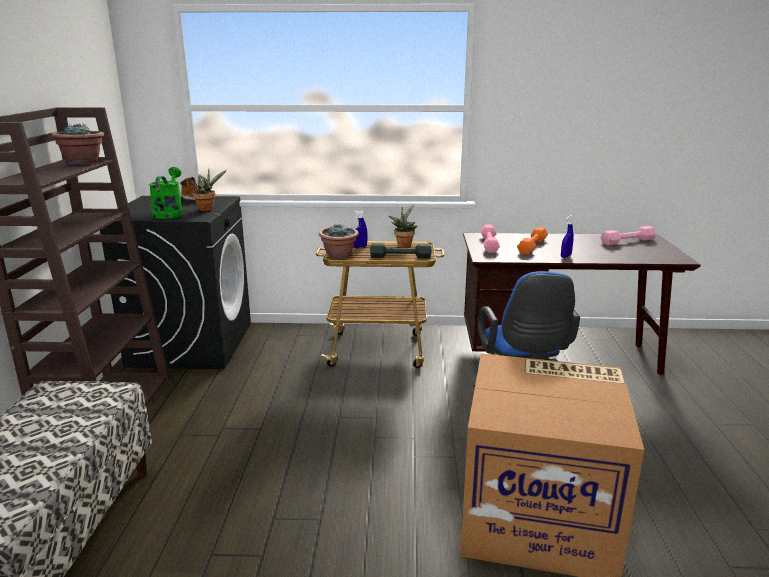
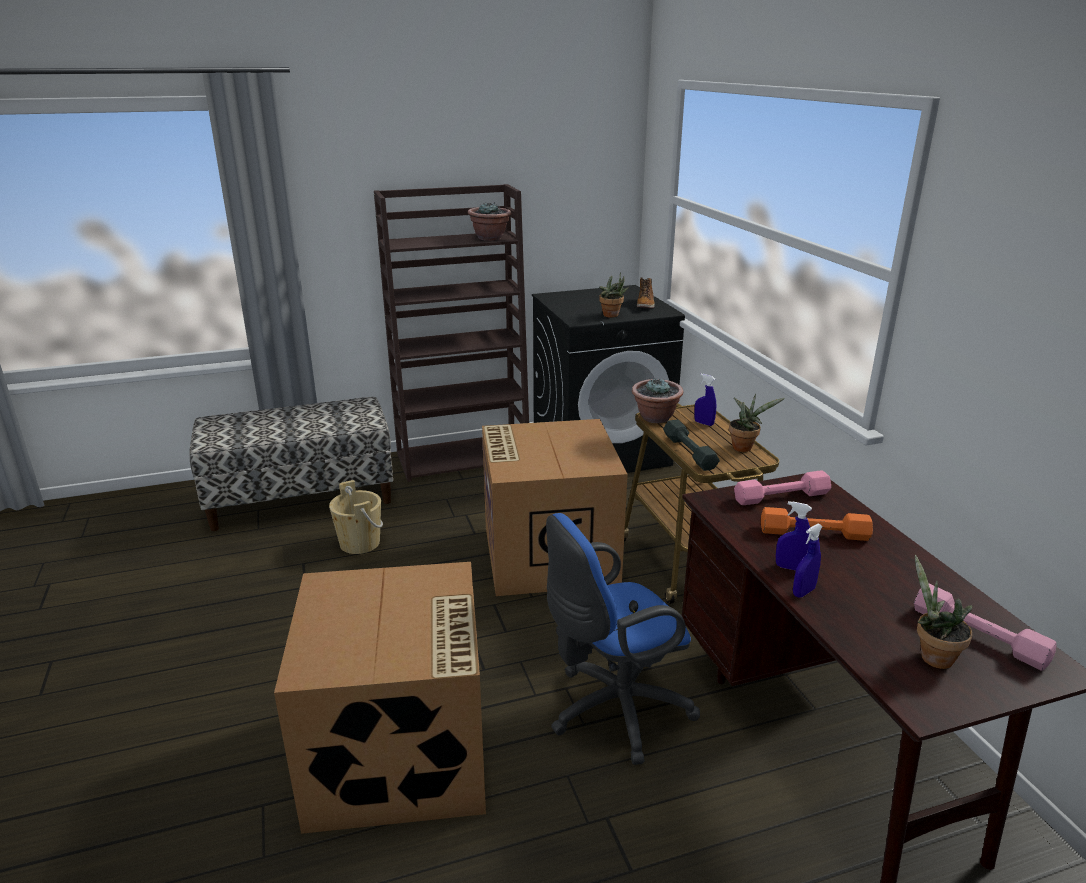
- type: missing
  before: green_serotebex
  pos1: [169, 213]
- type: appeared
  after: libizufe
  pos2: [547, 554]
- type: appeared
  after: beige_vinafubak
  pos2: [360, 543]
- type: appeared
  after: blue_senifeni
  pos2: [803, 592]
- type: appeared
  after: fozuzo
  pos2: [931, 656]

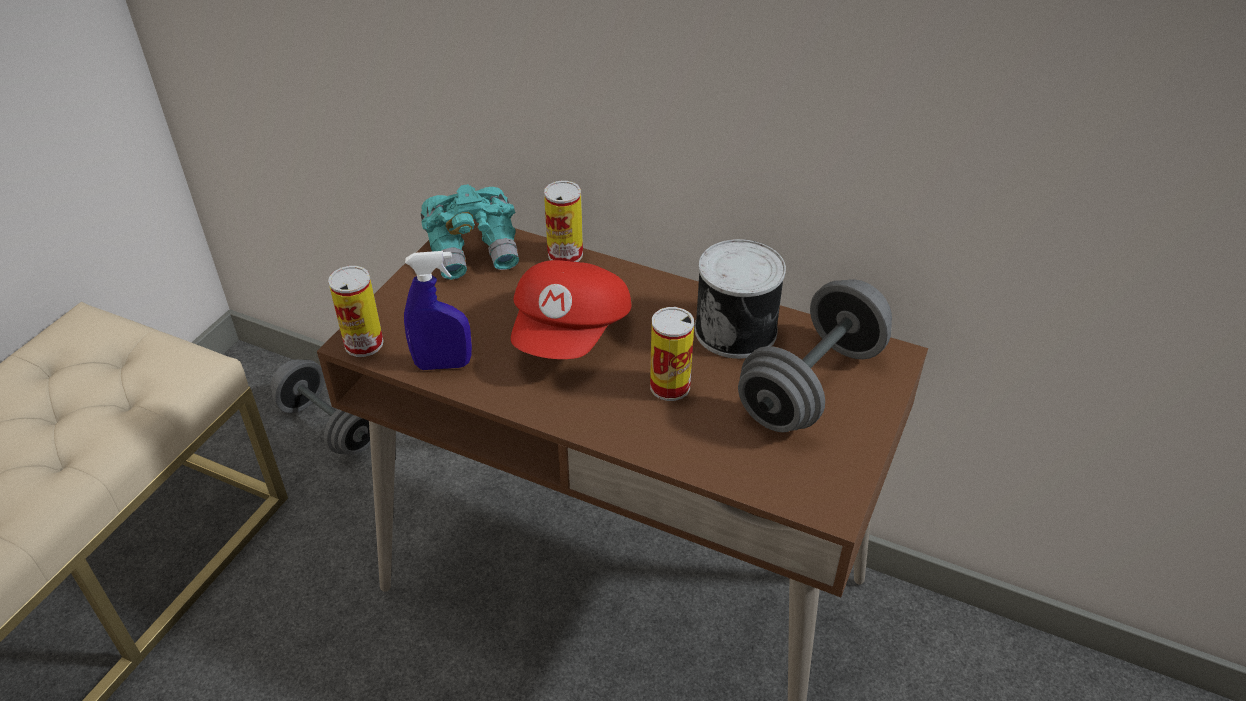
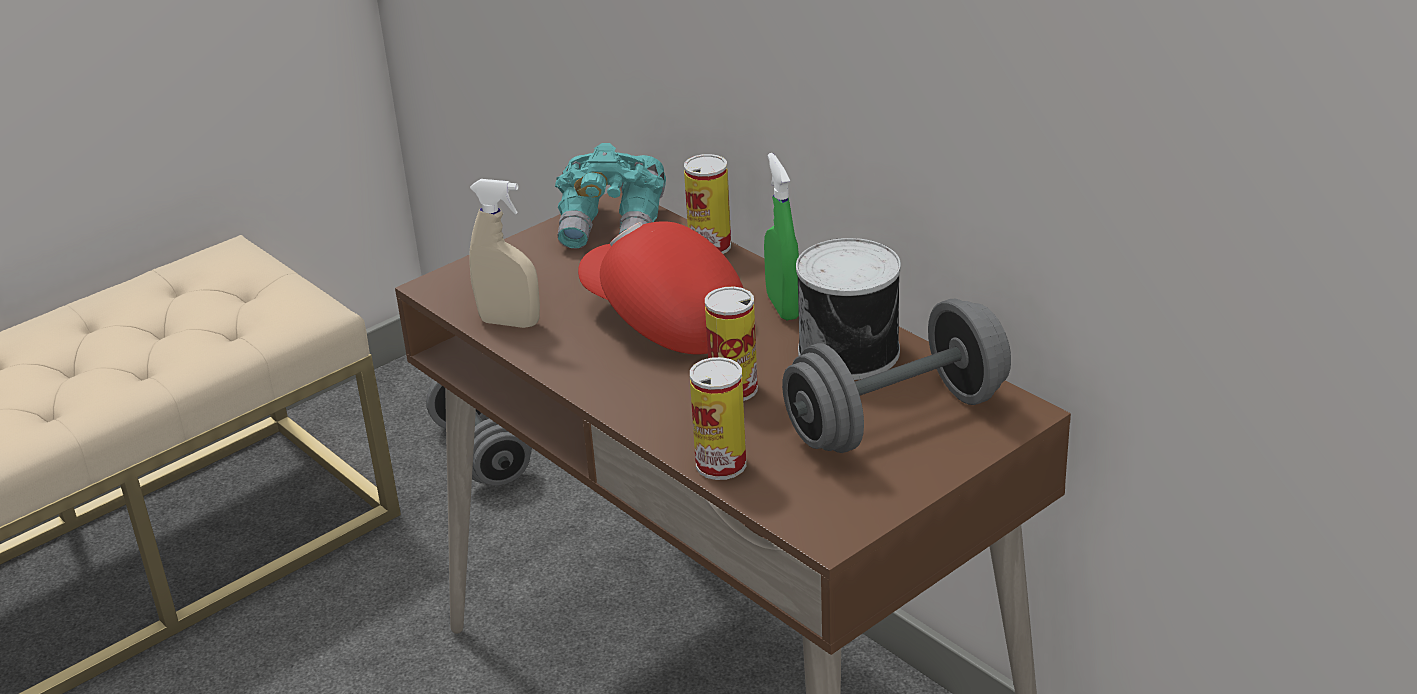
- type: colour
  before: blue_senifeni
  after: beige_senifeni
  pos1: [443, 364]
  pos2: [510, 322]
- type: spun
  before: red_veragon
  pos1: [571, 333]
  pos2: [663, 320]
  turn: 90
- type: relocated
  before: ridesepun
  pos1: [364, 343]
  pos2: [721, 464]
- type: appeared
  after: green_senifeni
  pos2: [783, 307]

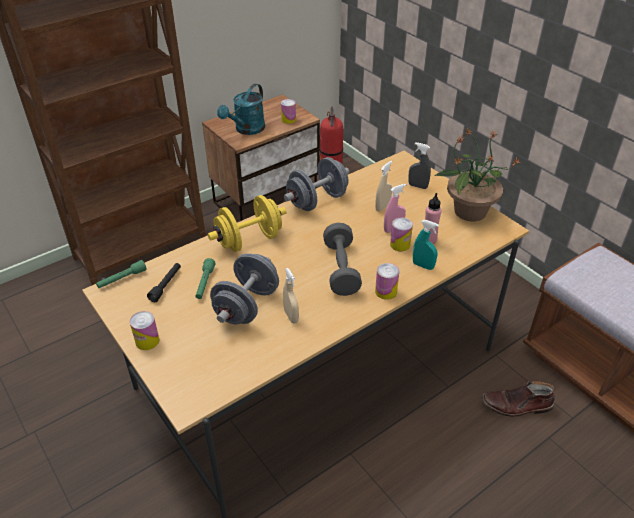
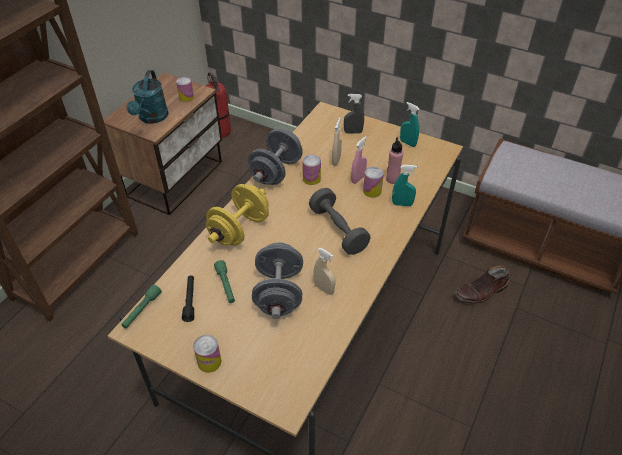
- type: exchanged
  before: fozuzo
  after: turquoise_senifeni
  pos1: [469, 211]
  pos2: [407, 143]
- type: relocated
  before: ridesepun
  pos1: [386, 291]
  pos2: [311, 178]

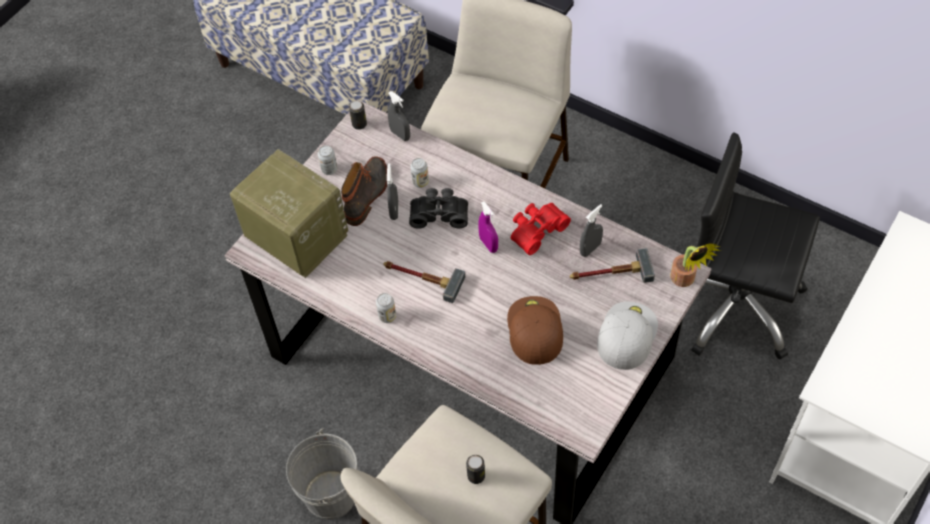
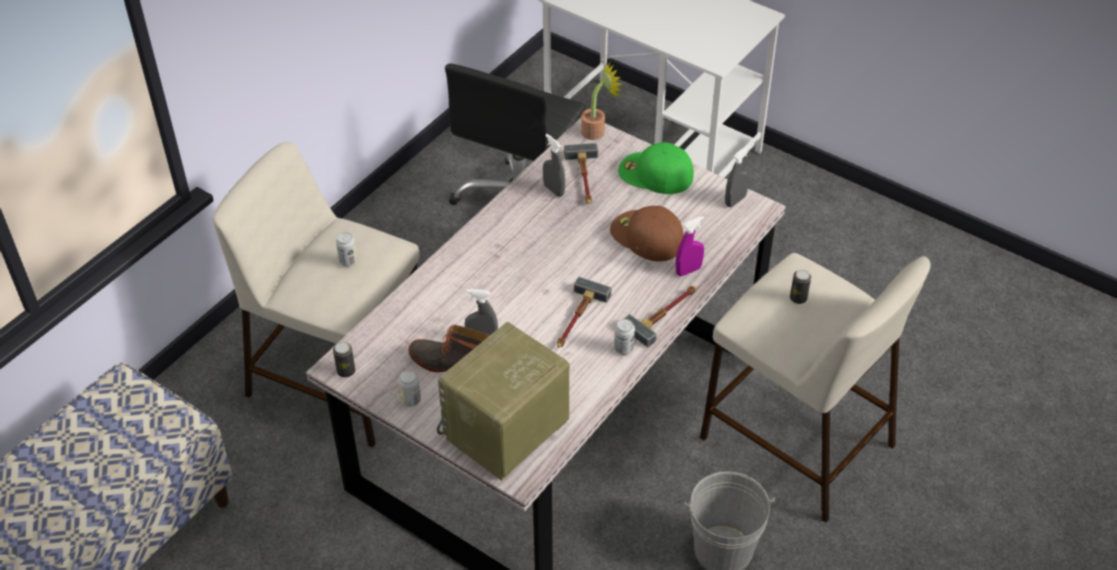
- type: relocated
  before: grey_senifeni
  pos1: [400, 135]
  pos2: [735, 201]
- type: relocated
  before: ridesepun
  pos1: [420, 182]
  pos2: [348, 261]
- type: missing
  before: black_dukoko
  pos1: [439, 213]
- type: relocated
  before: purple_senifeni
  pos1: [488, 244]
  pos2: [688, 270]
- type: missing
  before: red_dukoko
  pos1: [536, 230]
- type: spun
  before: brown_veragon
  pos1: [534, 329]
  pos2: [646, 236]
  turn: 45
- type: colour
  before: white_veragon
  after: green_veragon
  pos1: [626, 334]
  pos2: [654, 173]
- type: appeared
  after: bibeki
  pos2: [665, 314]

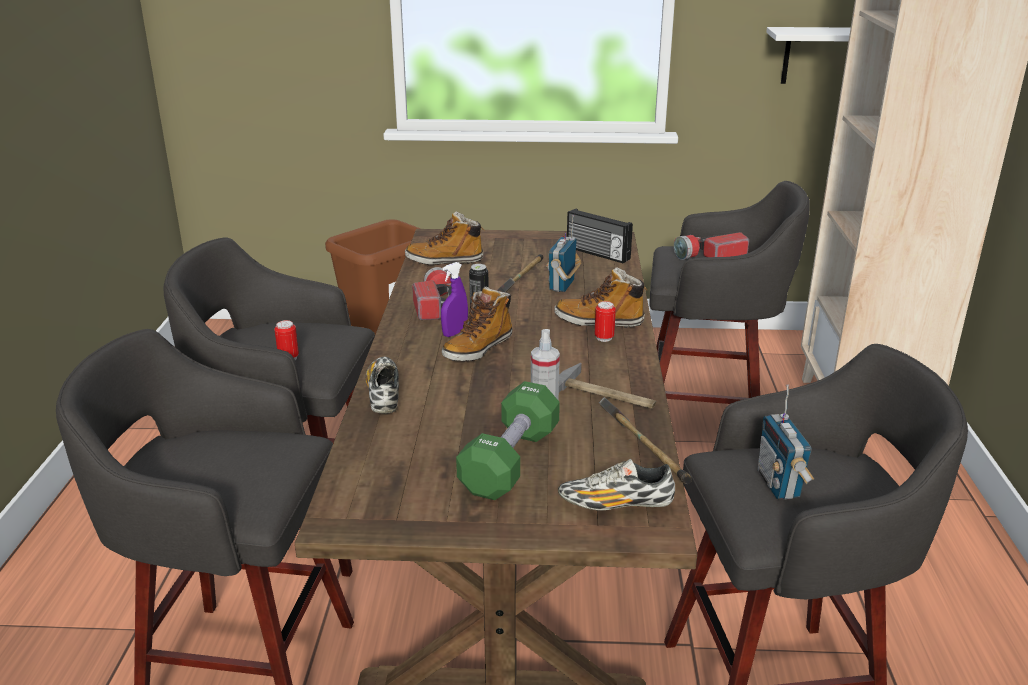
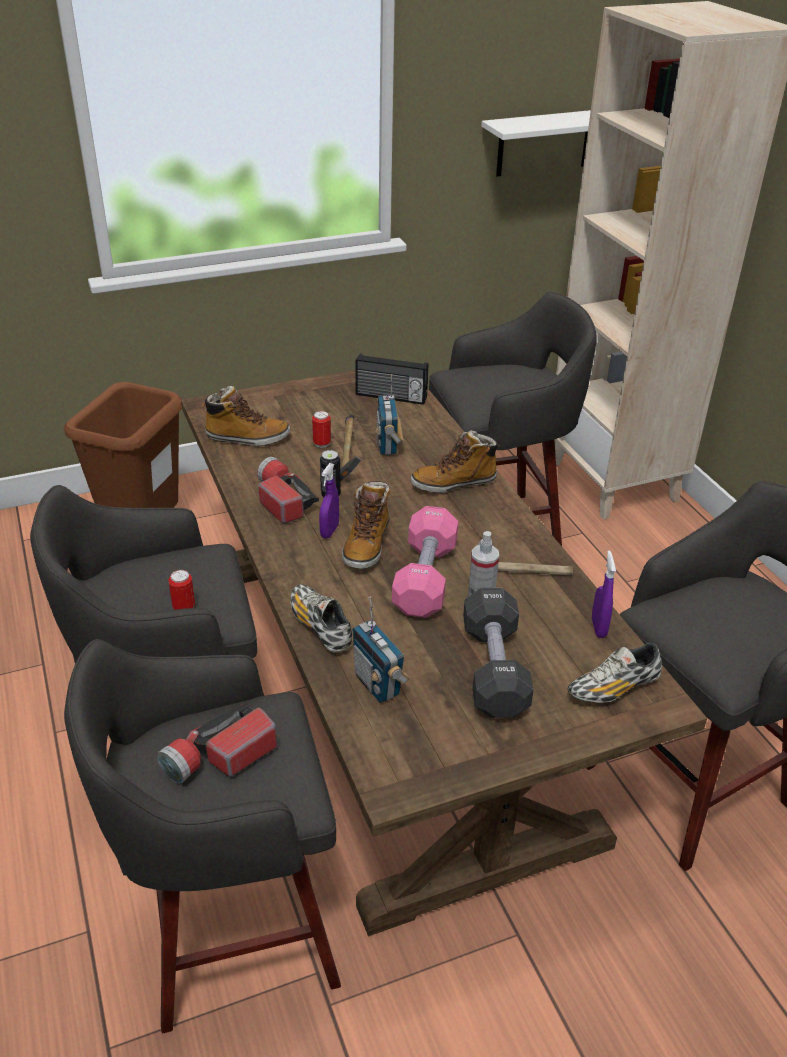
- type: spun
  before: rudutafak
  pos1: [445, 260]
  pos2: [247, 438]
  turn: -150
- type: relocated
  before: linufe
  pos1: [710, 257]
  pos2: [220, 757]
- type: relocated
  before: ridesepun
  pos1: [604, 338]
  pos2: [322, 443]
- type: colour
  before: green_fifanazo
  after: black_fifanazo
  pos1: [510, 461]
  pos2: [494, 669]
- type: relocated
  before: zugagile
  pos1: [779, 485]
  pos2: [378, 684]
- type: exchanged
  before: bibeki
  after: purple_senifeni
  pos1: [644, 454]
  pos2: [598, 627]
- type: appeared
  after: pink_fifanazo
  pos2: [425, 578]

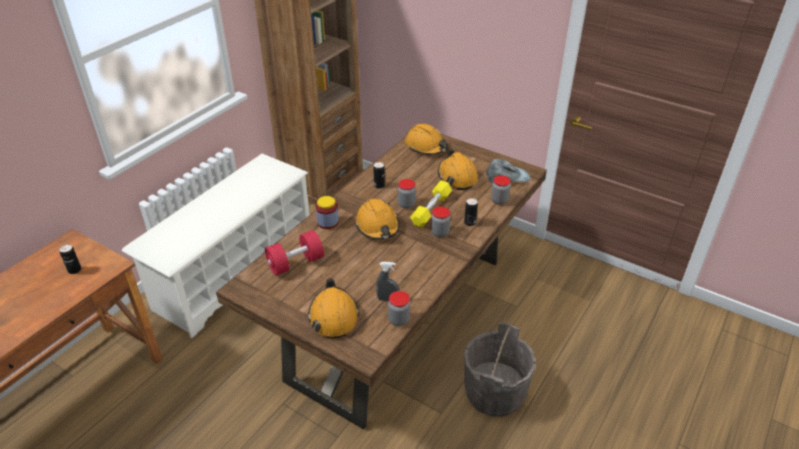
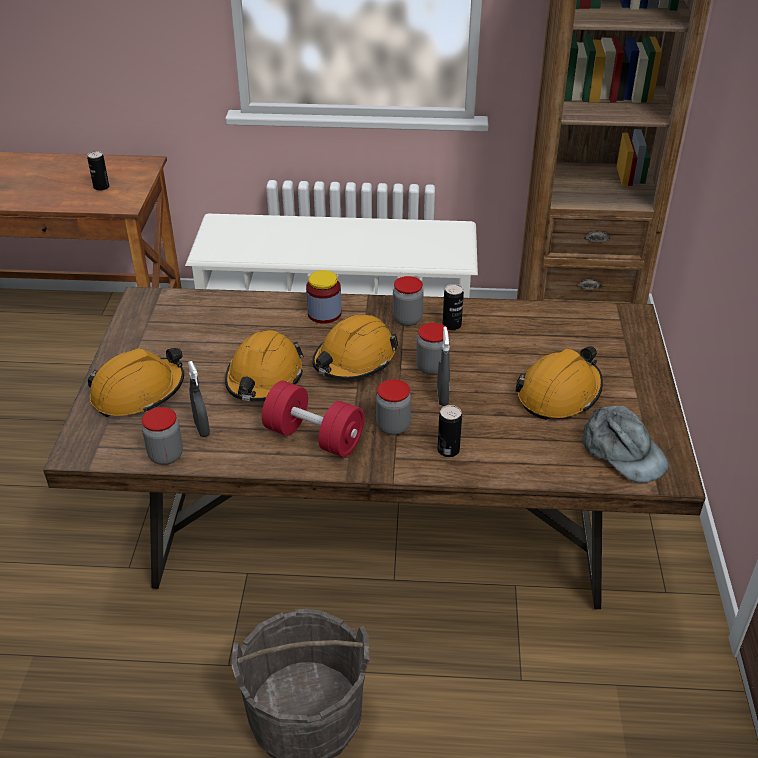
- type: relocated
  before: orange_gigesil
  pos1: [426, 146]
  pos2: [264, 378]
- type: relocated
  before: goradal
  pos1: [499, 200]
  pos2: [407, 319]
- type: exchanged
  before: yellow_fifanazo
  after: grey_senifeni
  pos1: [431, 210]
  pos2: [442, 397]
- type: relocated
  before: red_fifanazo
  pos1: [295, 263]
  pos2: [314, 437]

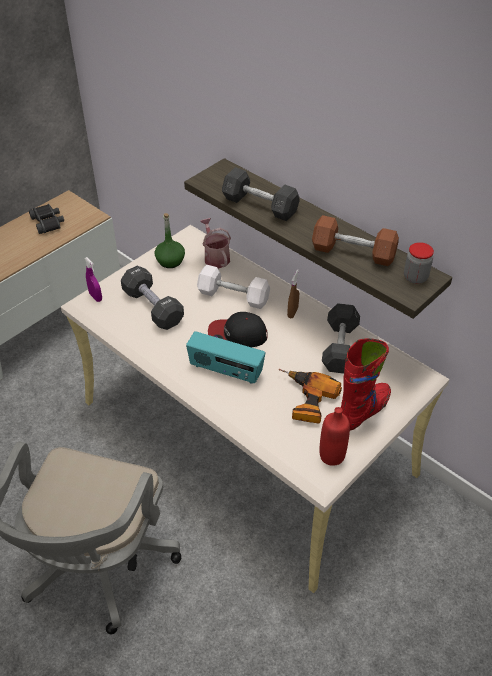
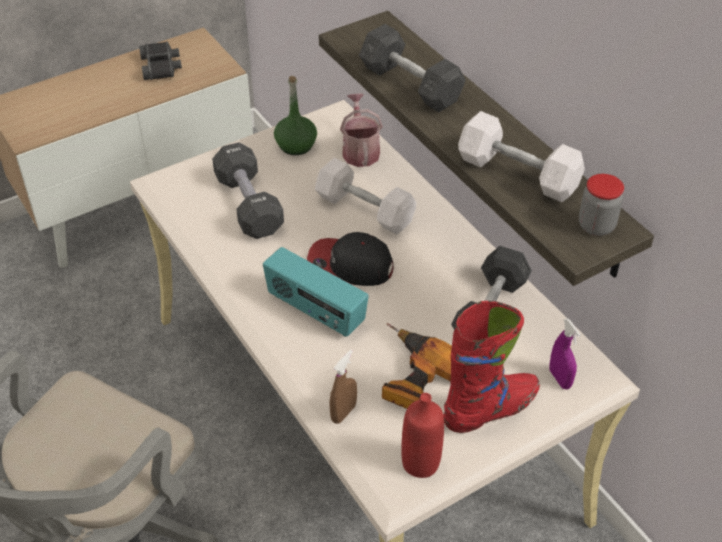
- type: colour
  before: brown_fifanazo
  after: white_fifanazo
  pos1: [353, 252]
  pos2: [518, 173]
- type: relocated
  before: purple_senifeni
  pos1: [95, 297]
  pos2: [560, 379]
- type: relocated
  before: brown_senifeni
  pos1: [292, 312]
  pos2: [343, 413]

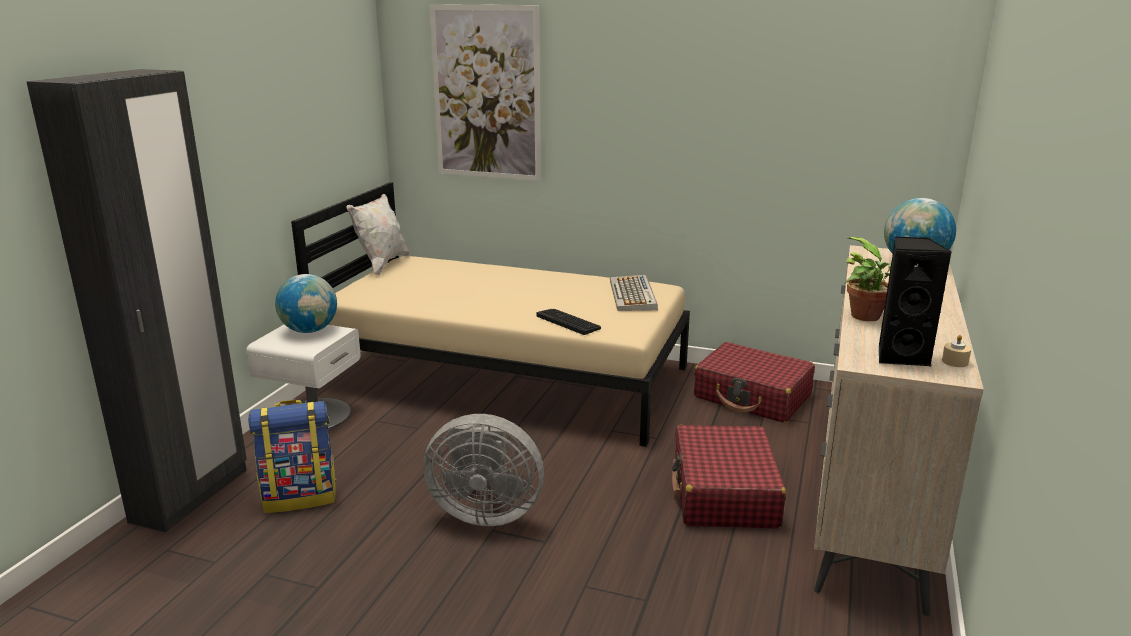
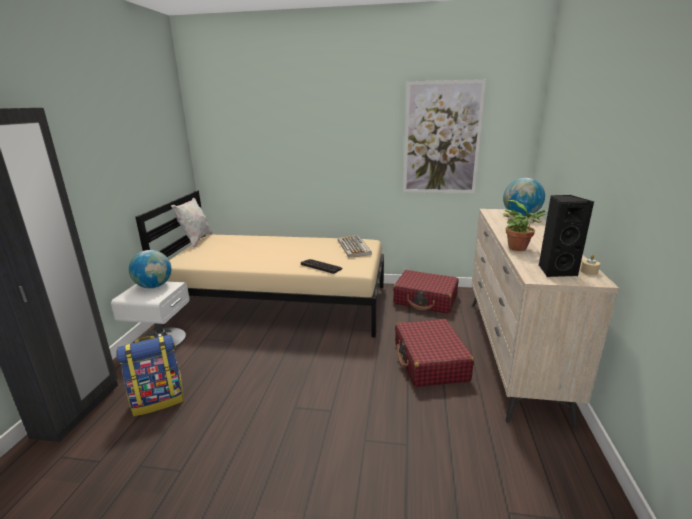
- type: relocated
  before: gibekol
  pos1: [486, 93]
  pos2: [441, 139]
- type: missing
  before: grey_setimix
  pos1: [484, 512]

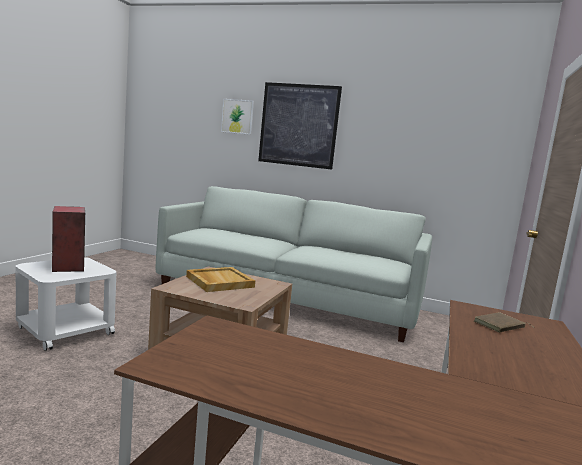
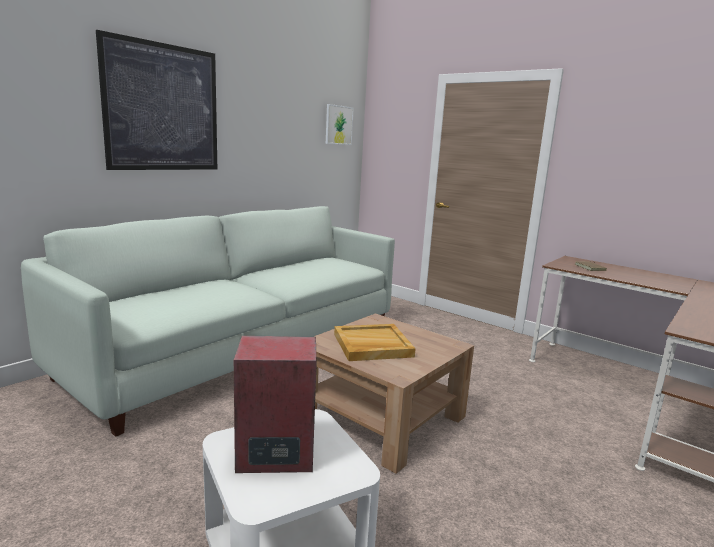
- type: relocated
  before: gibekol
  pos1: [237, 116]
  pos2: [338, 125]

